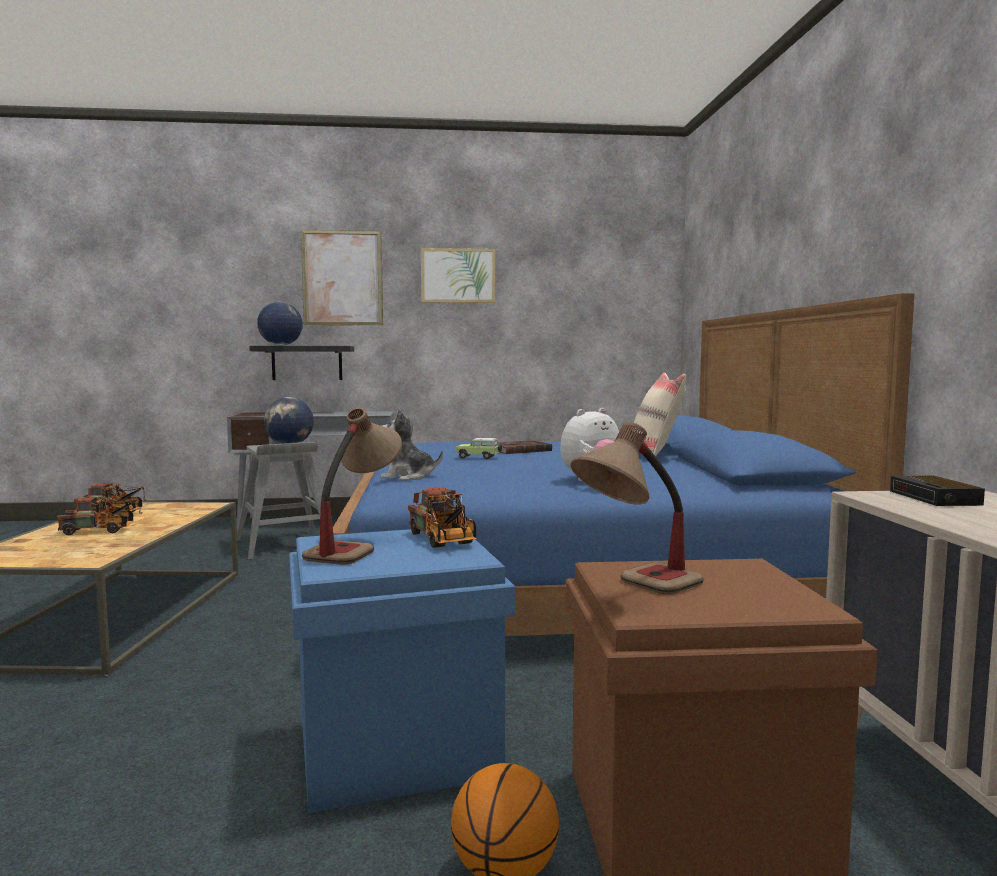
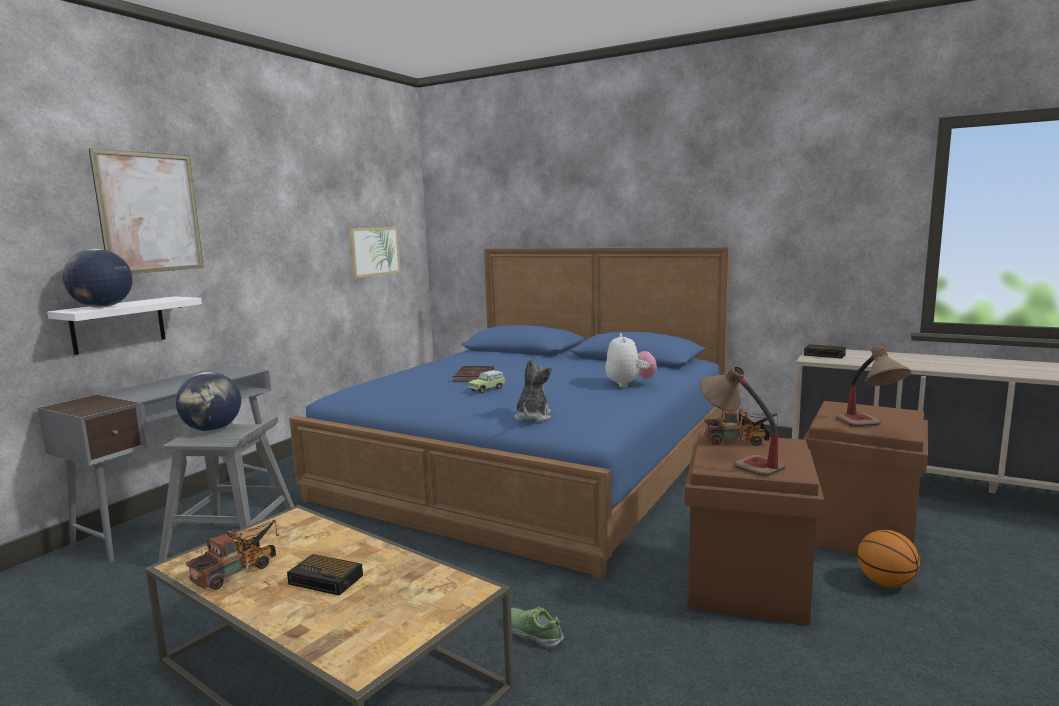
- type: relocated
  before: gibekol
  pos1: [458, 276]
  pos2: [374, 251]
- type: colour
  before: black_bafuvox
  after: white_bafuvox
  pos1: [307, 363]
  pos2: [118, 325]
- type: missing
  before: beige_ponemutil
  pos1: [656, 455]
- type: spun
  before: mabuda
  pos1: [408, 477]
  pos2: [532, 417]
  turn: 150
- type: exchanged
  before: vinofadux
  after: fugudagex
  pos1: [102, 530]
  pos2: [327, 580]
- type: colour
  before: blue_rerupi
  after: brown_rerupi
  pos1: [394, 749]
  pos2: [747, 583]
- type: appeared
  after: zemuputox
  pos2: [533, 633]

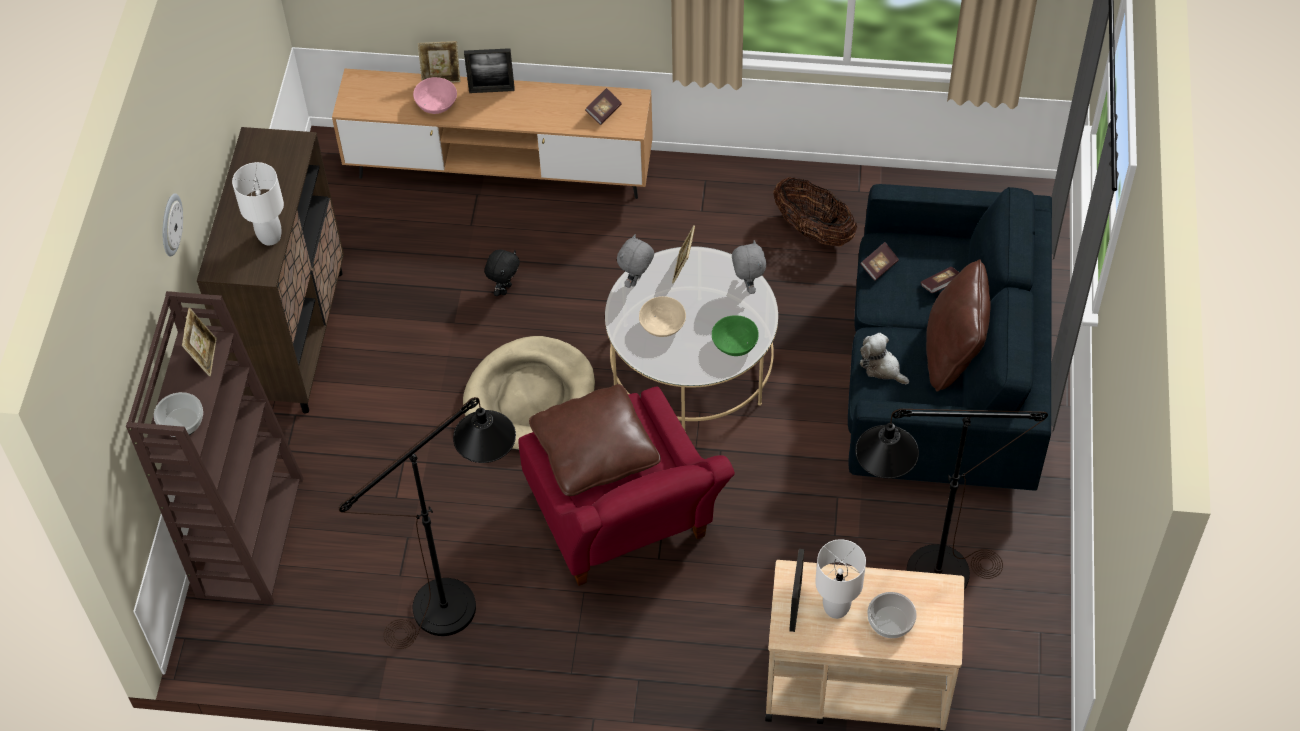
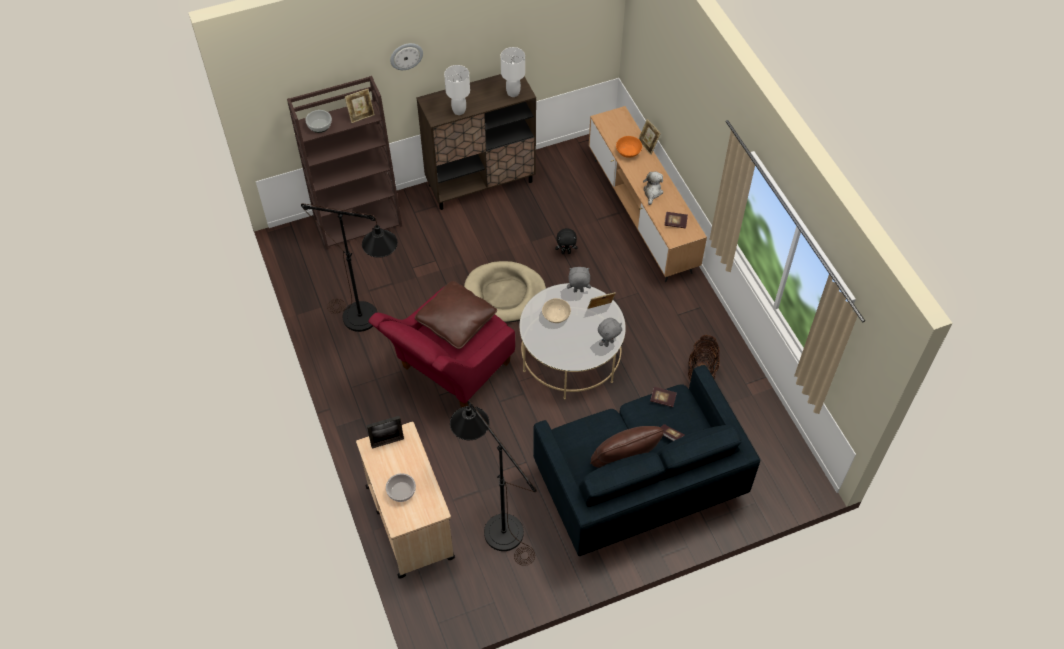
- type: missing
  before: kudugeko
  pos1: [491, 90]
- type: colour
  before: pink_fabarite
  after: orange_fabarite
  pos1: [436, 104]
  pos2: [628, 152]
- type: missing
  before: green_fabarite
  pos1: [734, 344]
- type: relocated
  before: mabuda
  pos1: [882, 367]
  pos2: [652, 192]
- type: relocated
  before: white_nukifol
  pos1: [836, 608]
  pos2: [513, 93]

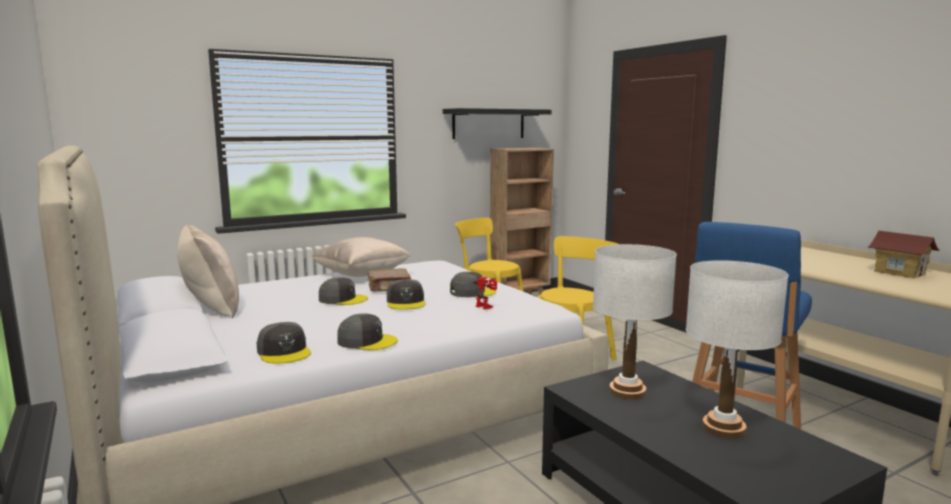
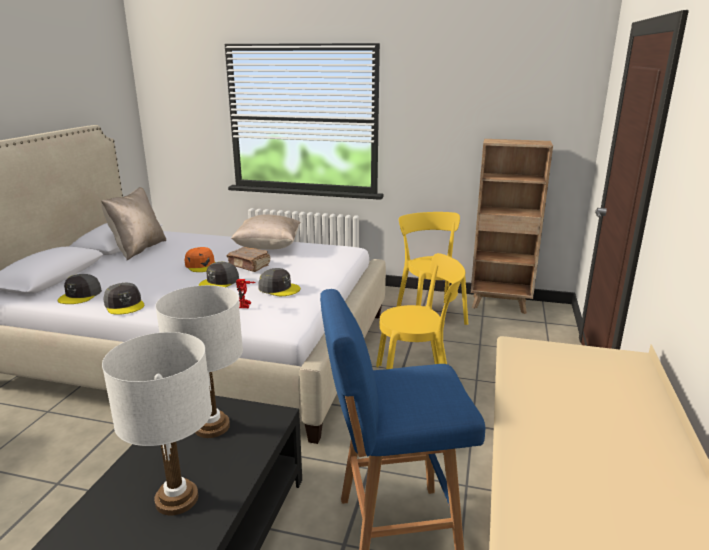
- type: missing
  before: black_bafuvox
  pos1: [488, 124]
- type: missing
  before: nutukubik
  pos1: [899, 273]
- type: colour
  before: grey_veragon
  after: orange_veragon
  pos1: [342, 299]
  pos2: [202, 265]

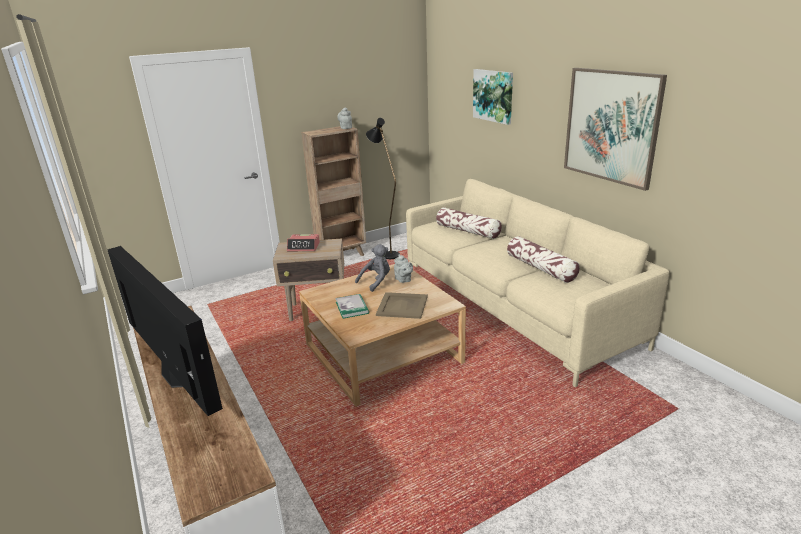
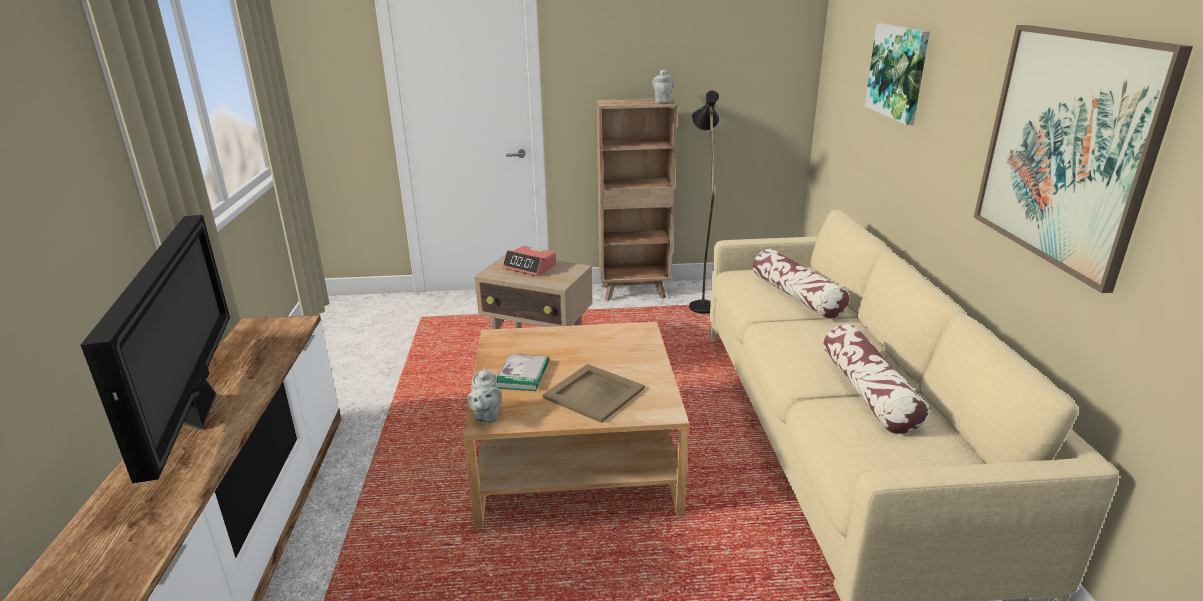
- type: missing
  before: grey_mabuda
  pos1: [376, 282]
- type: relocated
  before: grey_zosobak
  pos1: [403, 280]
  pos2: [486, 416]

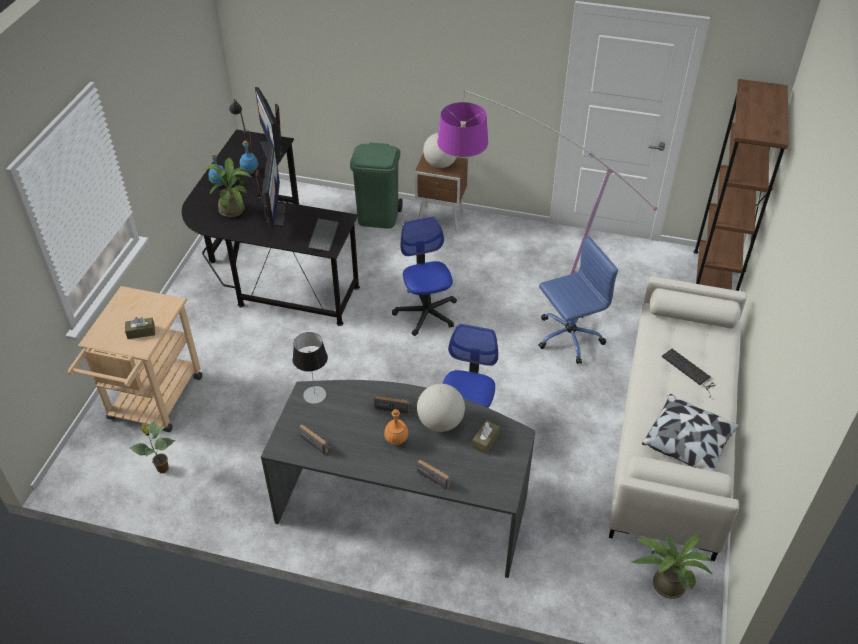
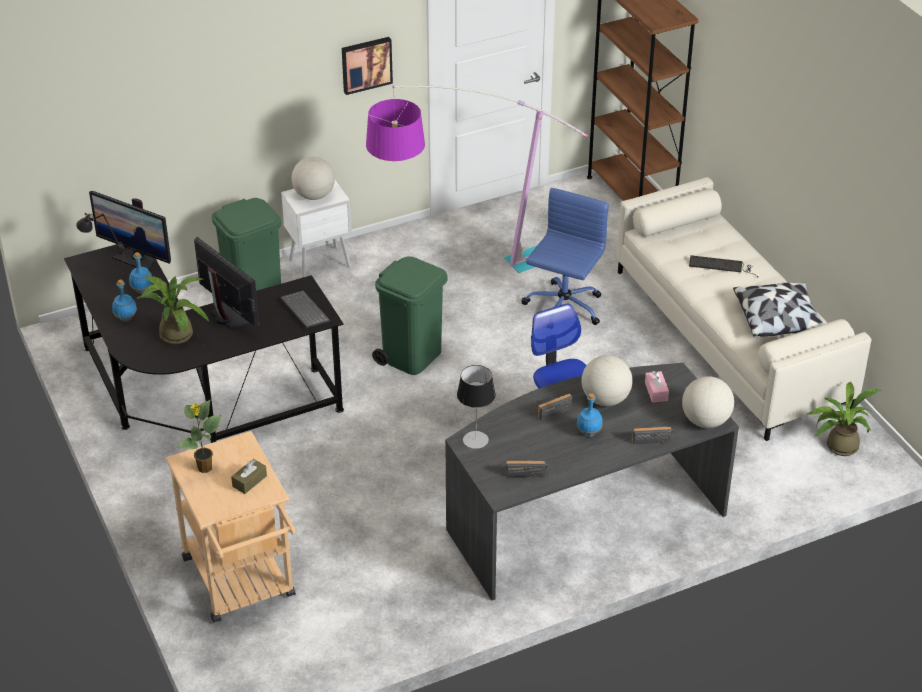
- type: colour
  before: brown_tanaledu
  after: white_tanaledu
  pos1: [441, 219]
  pos2: [321, 264]
- type: exchanged
  before: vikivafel
  after: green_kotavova
  pos1: [426, 313]
  pos2: [412, 356]
- type: colour
  before: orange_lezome
  after: blue_lezome
  pos1: [396, 441]
  pos2: [588, 433]
- type: relocated
  before: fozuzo
  pos1: [162, 469]
  pos2: [204, 468]
- type: colour
  before: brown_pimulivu
  after: pink_pimulivu
  pos1: [485, 441]
  pos2: [656, 391]
- type: appeared
  after: gibekol
  pos2: [366, 64]
- type: appeared
  after: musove
  pos2: [705, 421]

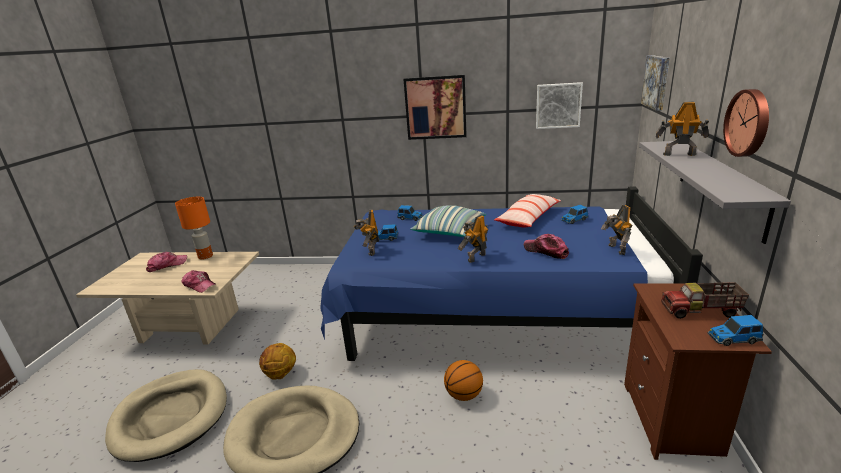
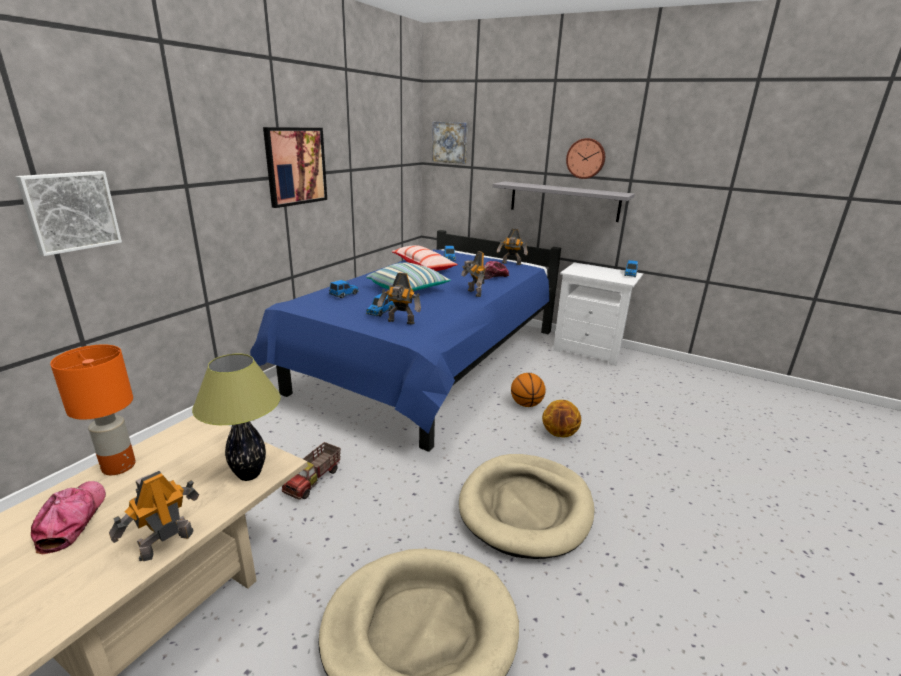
- type: relocated
  before: gibekol
  pos1: [558, 105]
  pos2: [70, 211]
- type: relocated
  before: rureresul
  pos1: [678, 154]
  pos2: [165, 544]
- type: exchanged
  before: veragon
  after: nukifol
  pos1: [200, 285]
  pos2: [248, 475]
- type: relocated
  before: vinofadux
  pos1: [701, 311]
  pos2: [314, 480]
- type: colour
  before: brown_tanaledu
  after: white_tanaledu
  pos1: [673, 420]
  pos2: [590, 350]
- type: relocated
  before: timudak
  pos1: [280, 374]
  pos2: [559, 434]

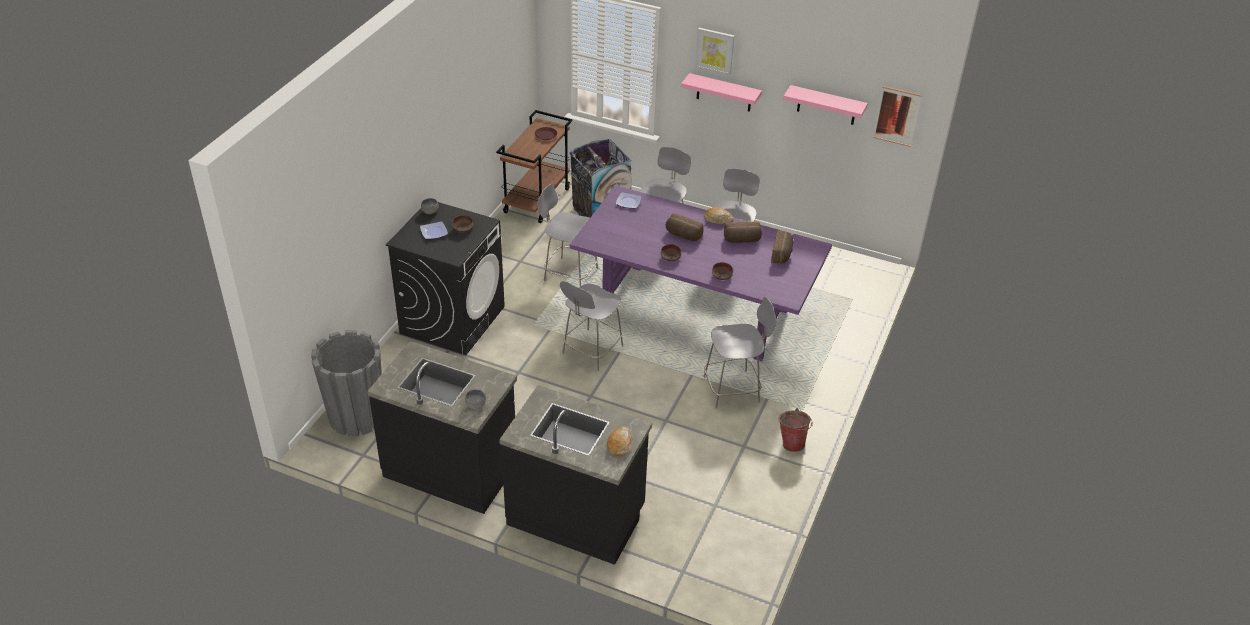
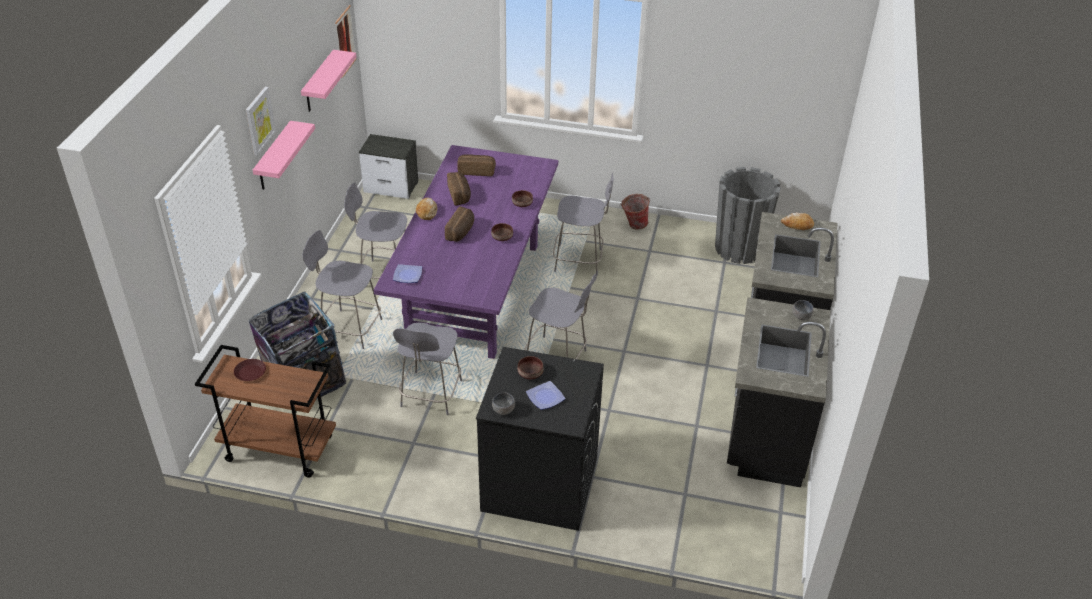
- type: spun
  before: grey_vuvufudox
  pos1: [733, 389]
  pos2: [580, 260]
  turn: 120
- type: relocated
  before: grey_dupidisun
  pos1: [356, 416]
  pos2: [739, 248]
- type: appeared
  after: tanaledu
  pos2: [392, 187]

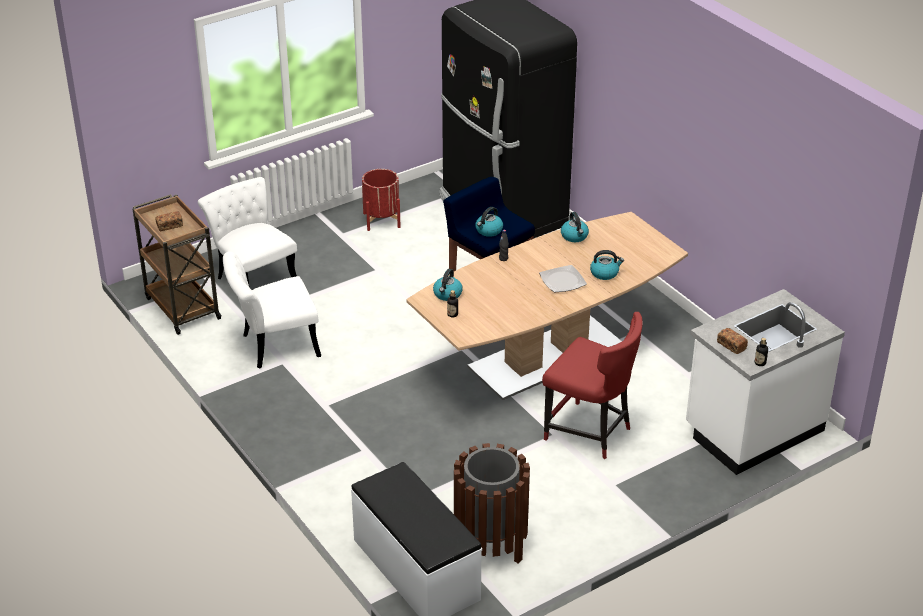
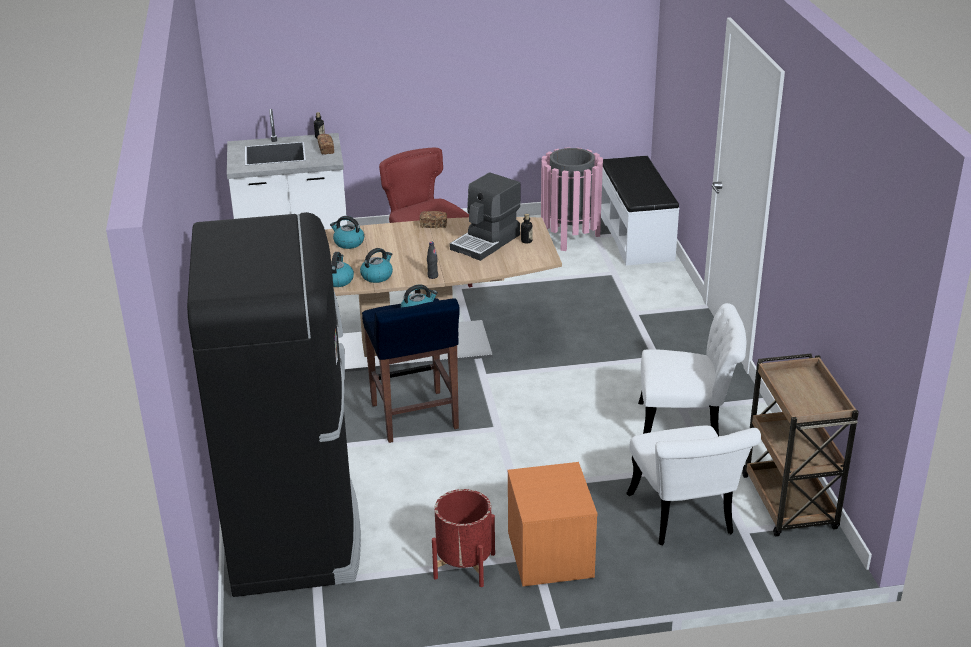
- type: relocated
  before: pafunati
  pos1: [169, 226]
  pos2: [433, 225]
- type: missing
  before: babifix
  pos1: [563, 281]
- type: relocated
  before: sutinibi
  pos1: [447, 294]
  pos2: [377, 276]
- type: colour
  before: brown_kotavova
  after: pink_kotavova
  pos1: [490, 545]
  pos2: [570, 237]
- type: appeared
  after: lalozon
  pos2: [486, 242]
- type: appeared
  after: orange_tanaledu
  pos2: [550, 556]

